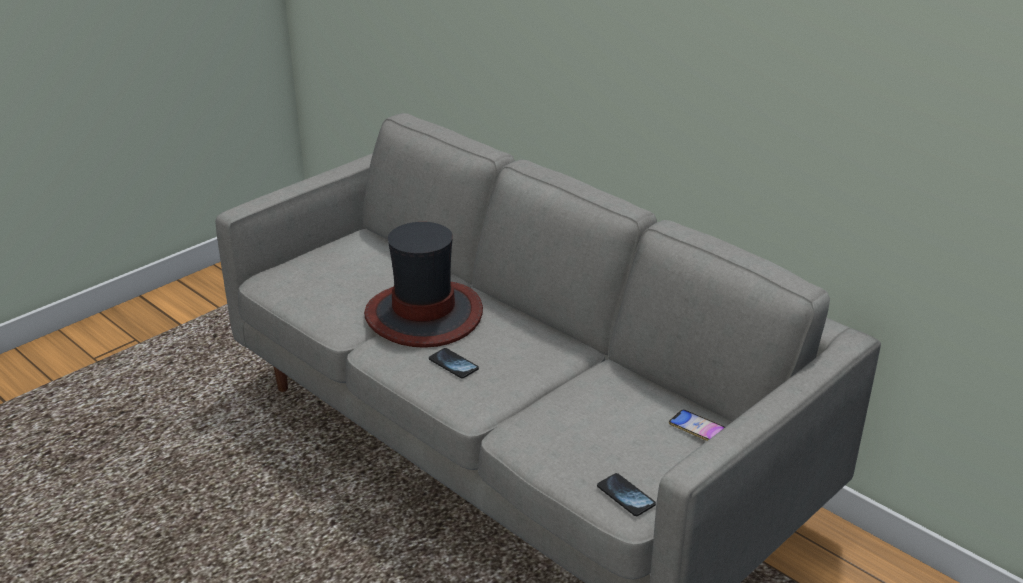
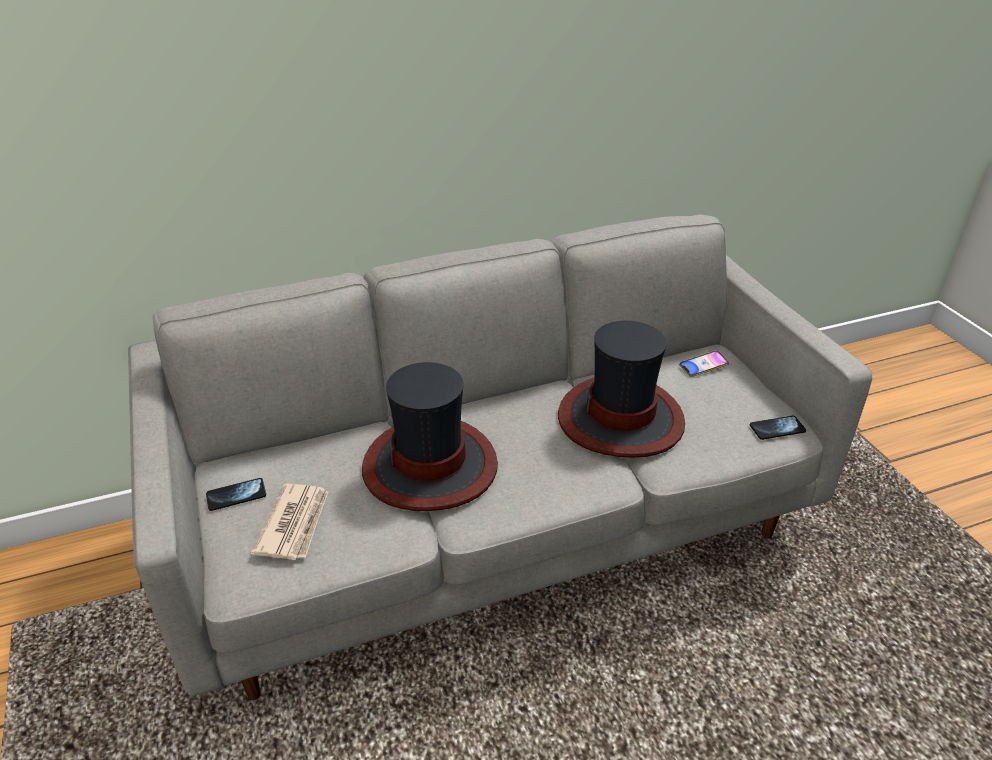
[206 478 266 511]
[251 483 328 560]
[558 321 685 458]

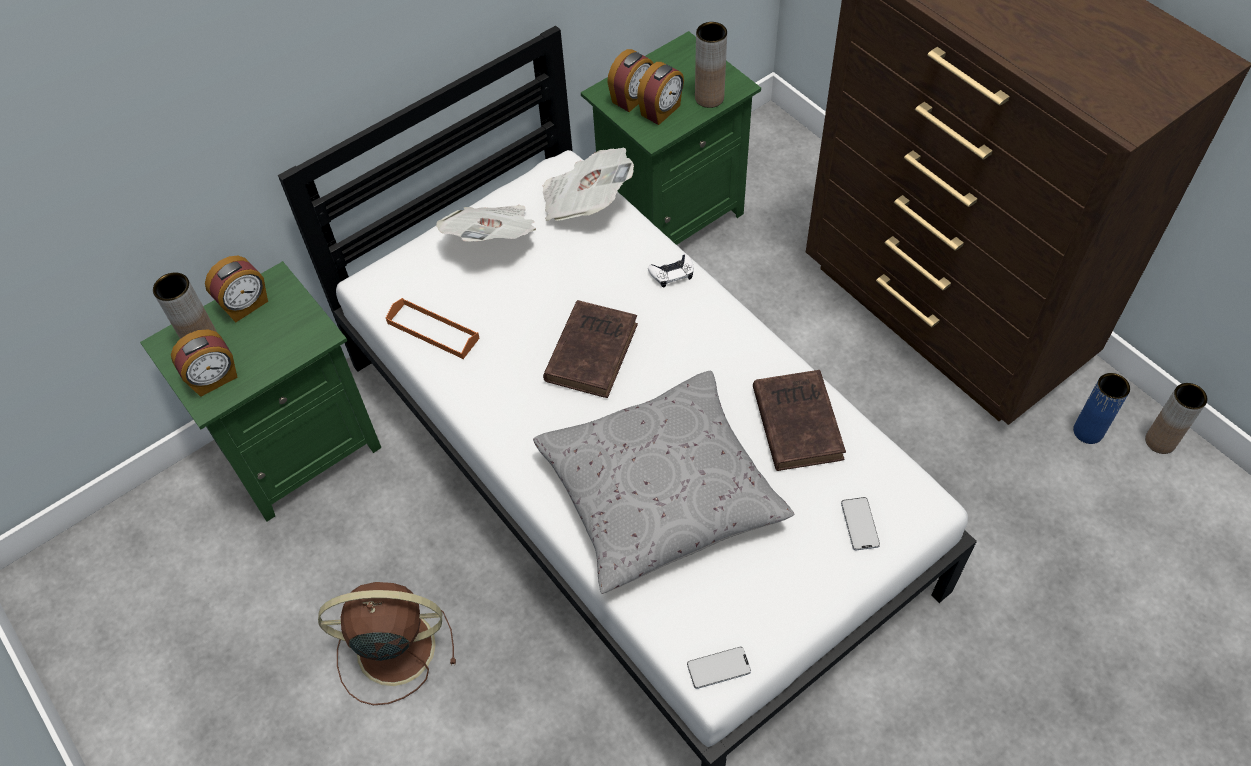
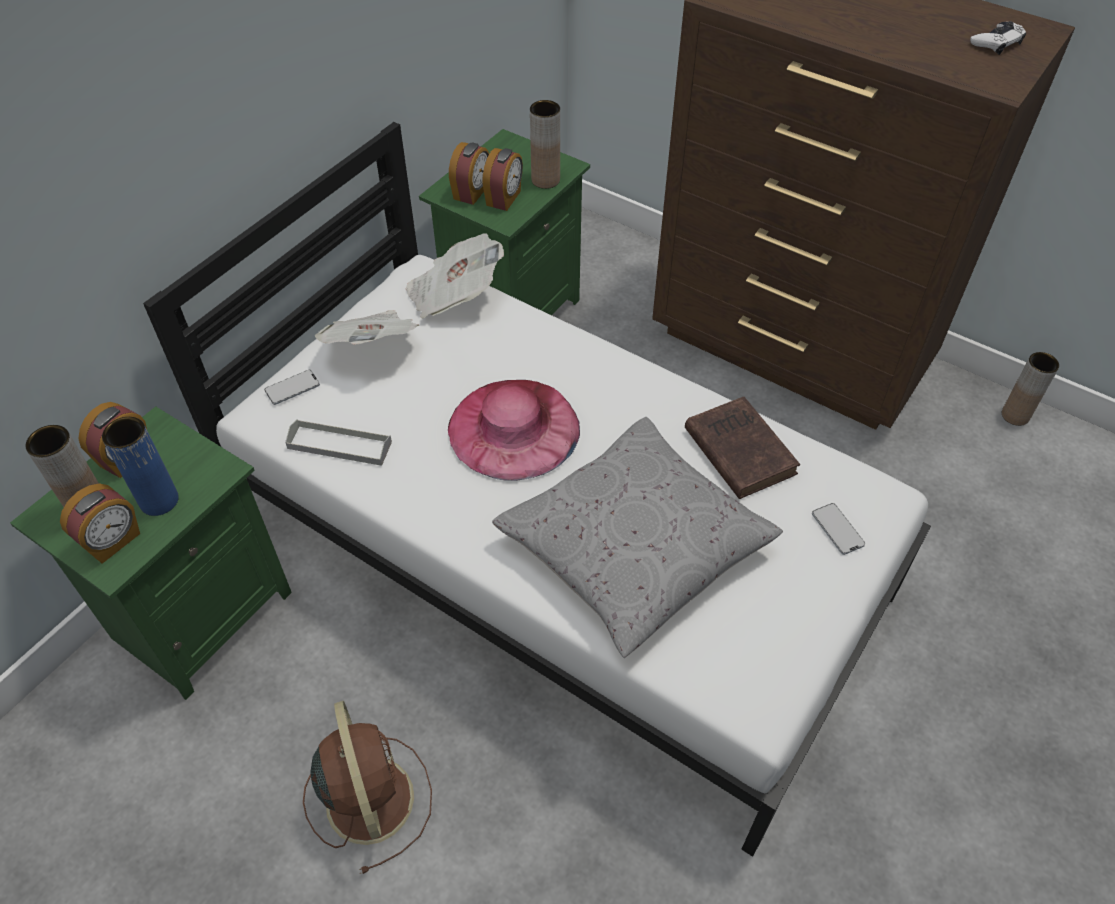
[102 417 179 516]
[264 370 320 405]
[285 419 392 466]
[303 701 432 874]
[448 380 580 481]
[970 21 1026 55]

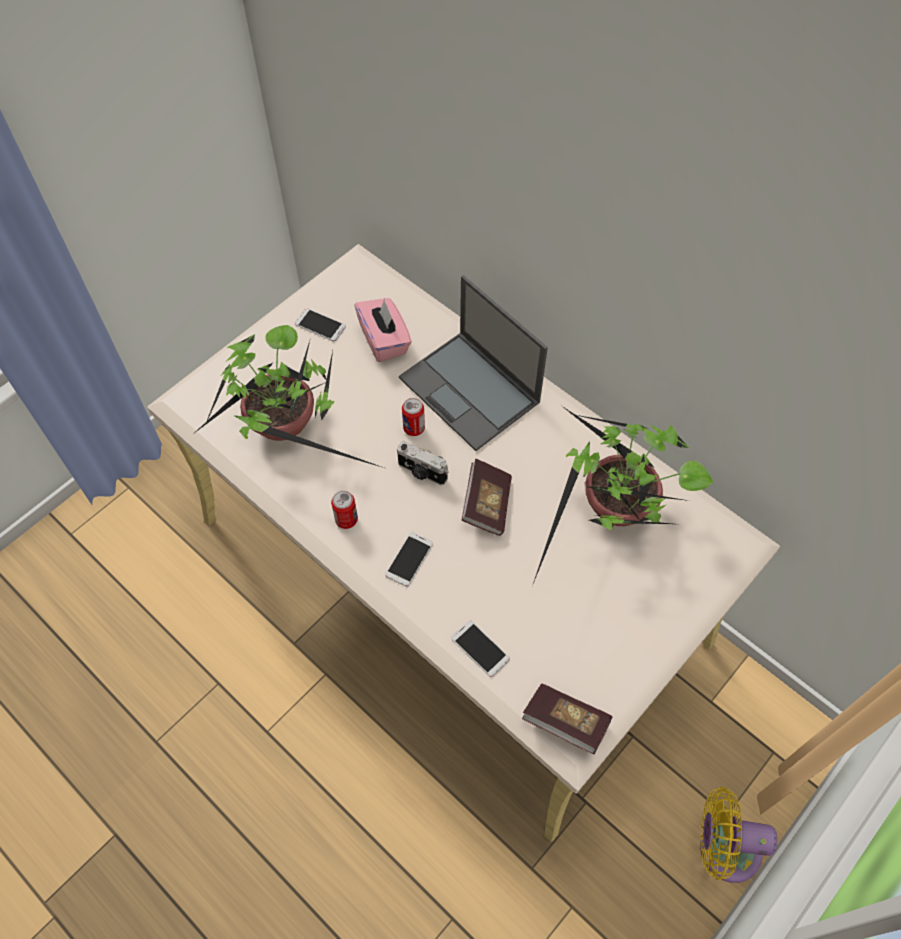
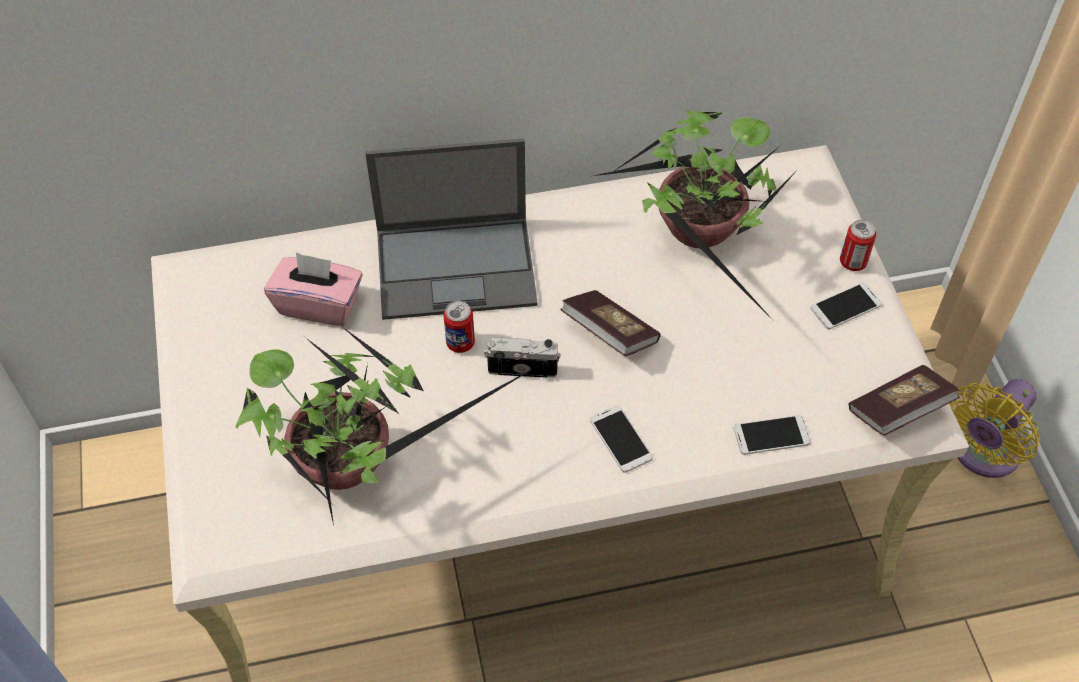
[484 337 561 378]
[811 283 882 329]
[840 220 876 271]

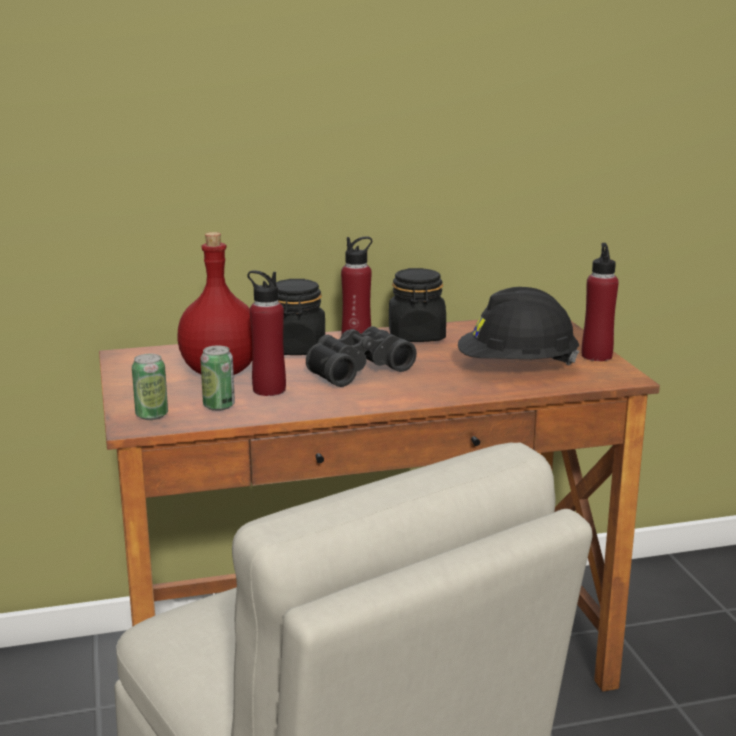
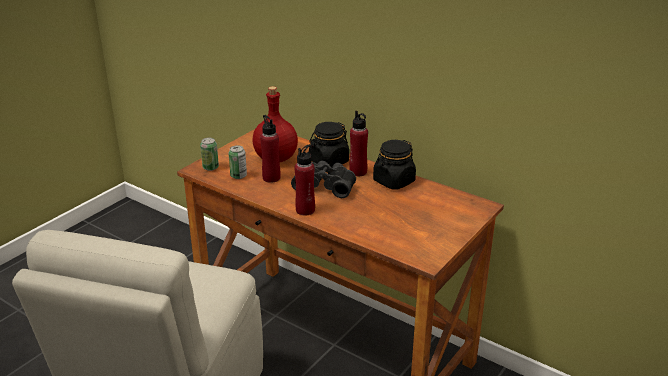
[294 144 315 215]
[458 287 579 365] (first image)

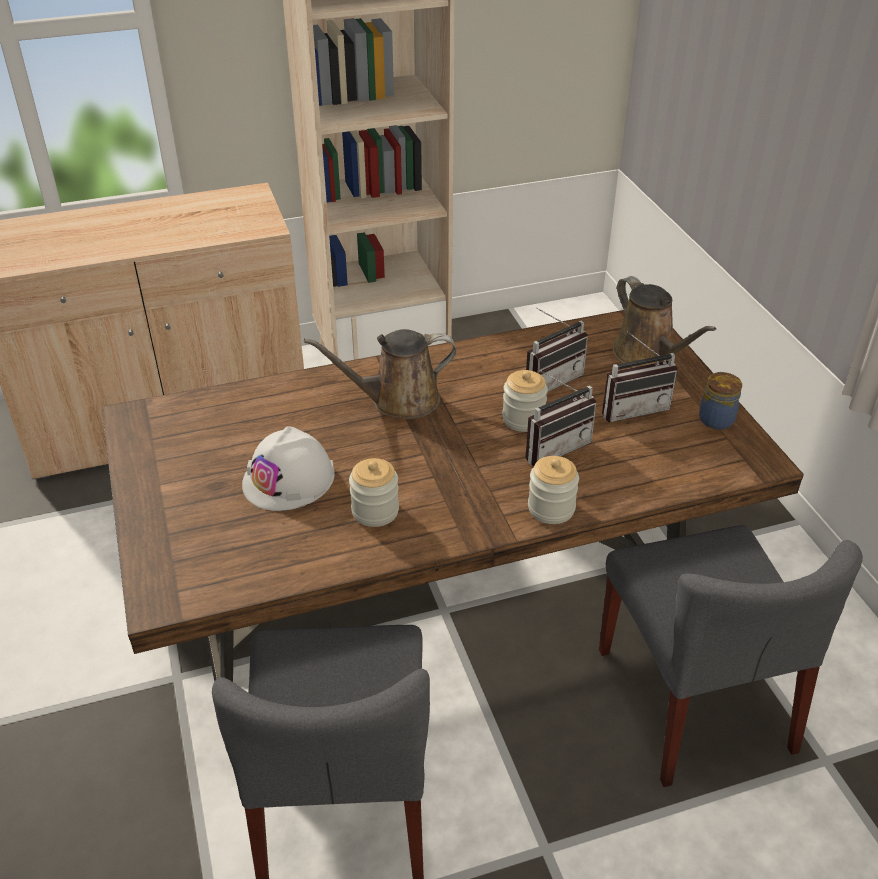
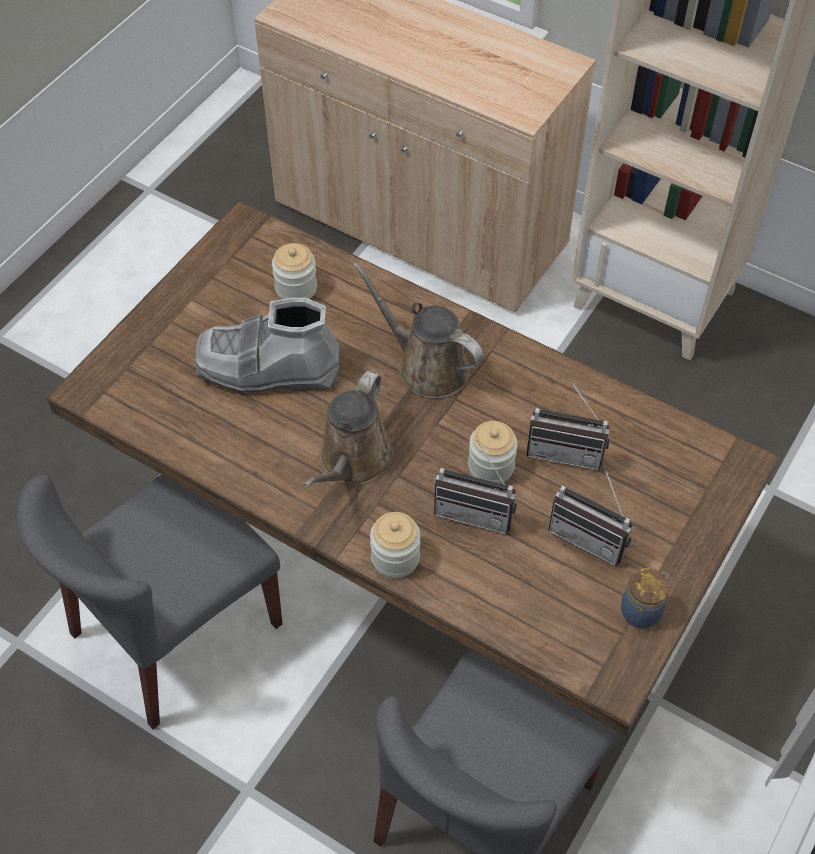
[195 298 340 393]
[272 243 317 299]
[303 371 393 488]

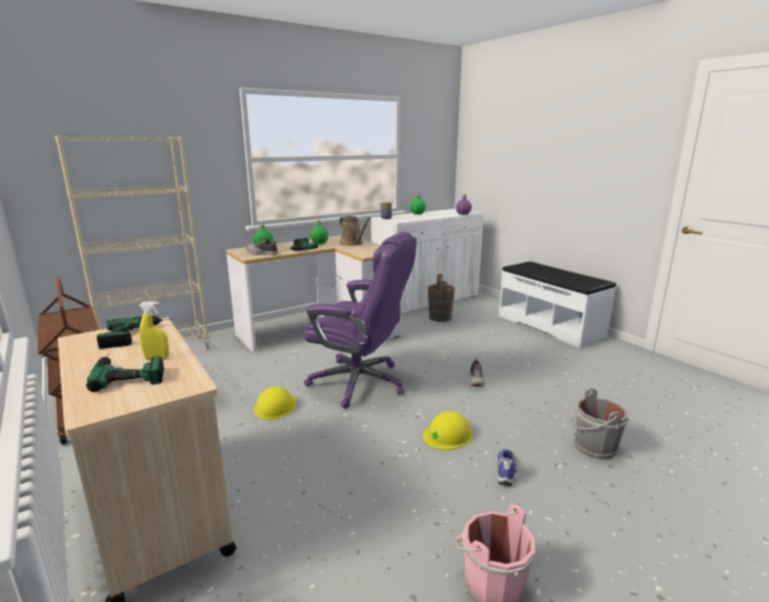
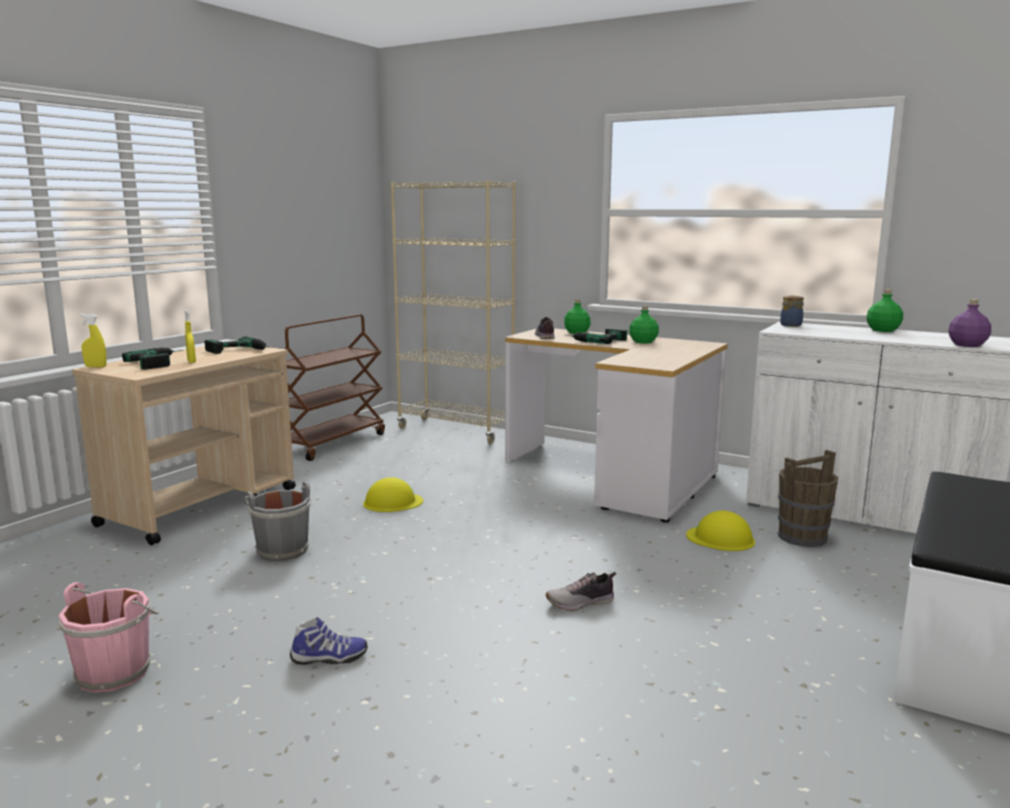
[80 314 107 367]
[244 482 311 561]
[686 511 755 551]
[303 232 417 409] (first image)
[339 216 371 246] (first image)

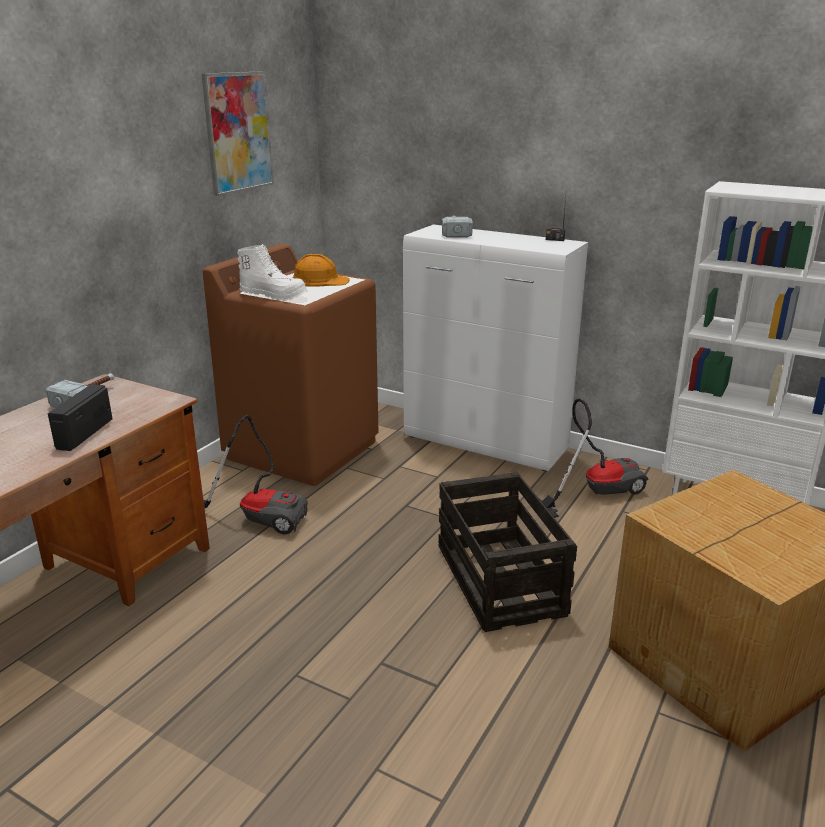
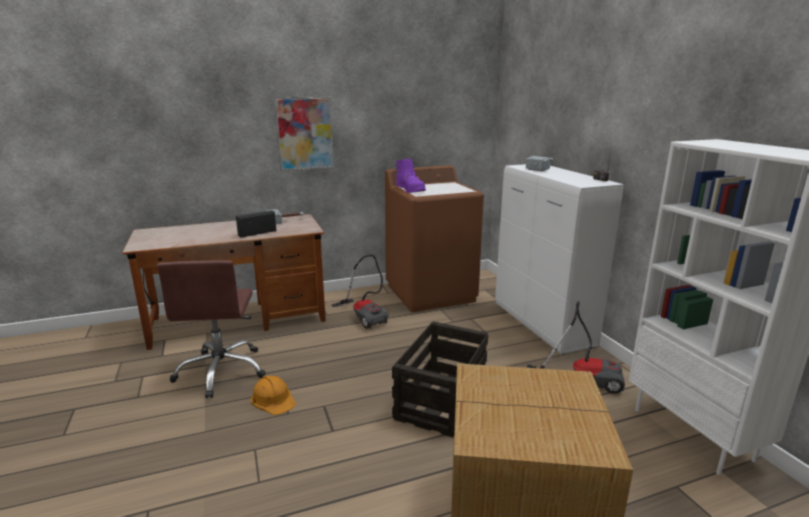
[157 260 266 398]
[251 375 296 415]
[274 97 334 171]
[396 158 426 193]

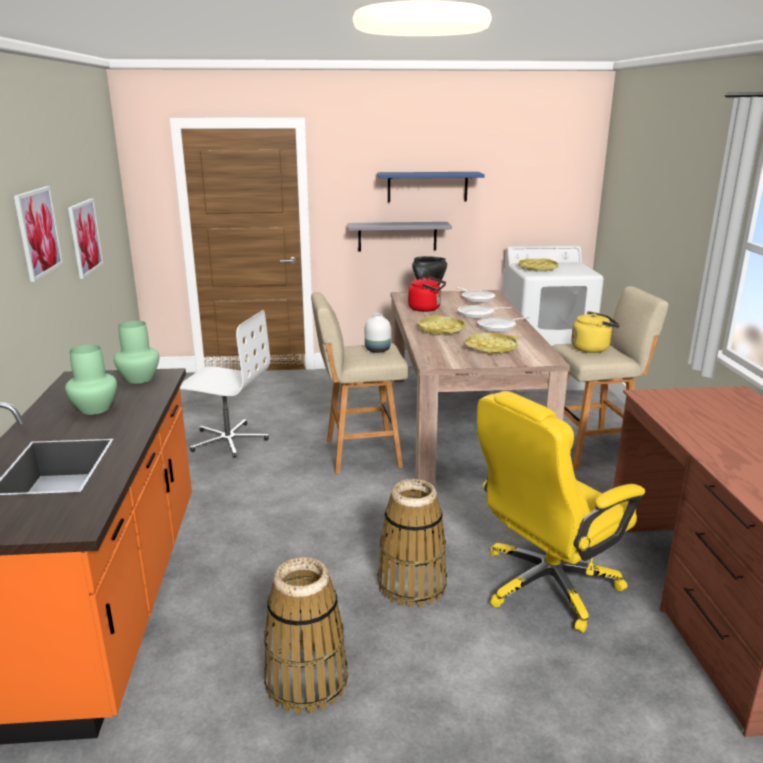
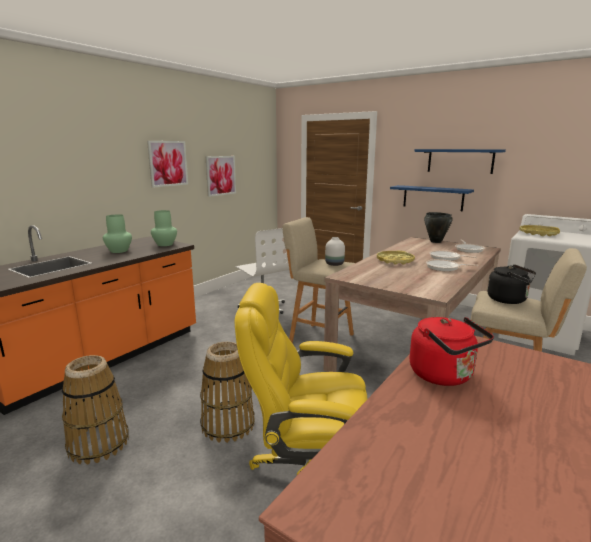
[390 185 474 211]
[410 317 494 386]
[487 264 536 304]
[465 333 519 354] (first image)

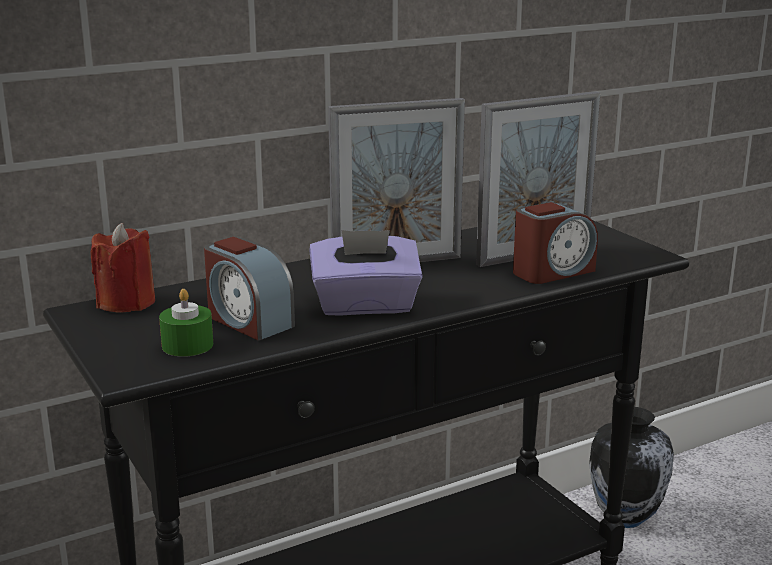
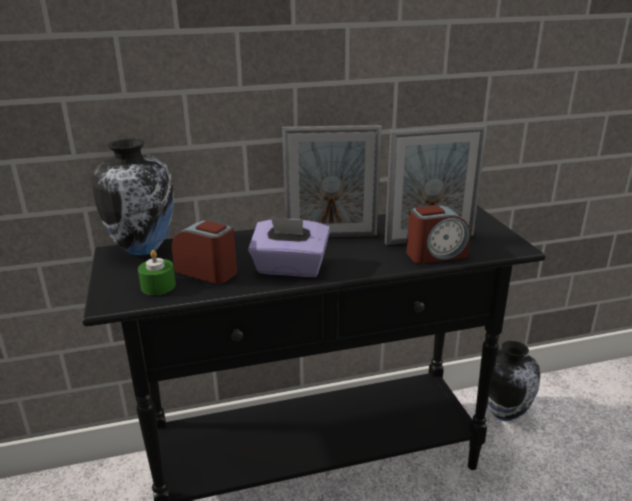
[92 139 174 256]
[172 220 237 284]

